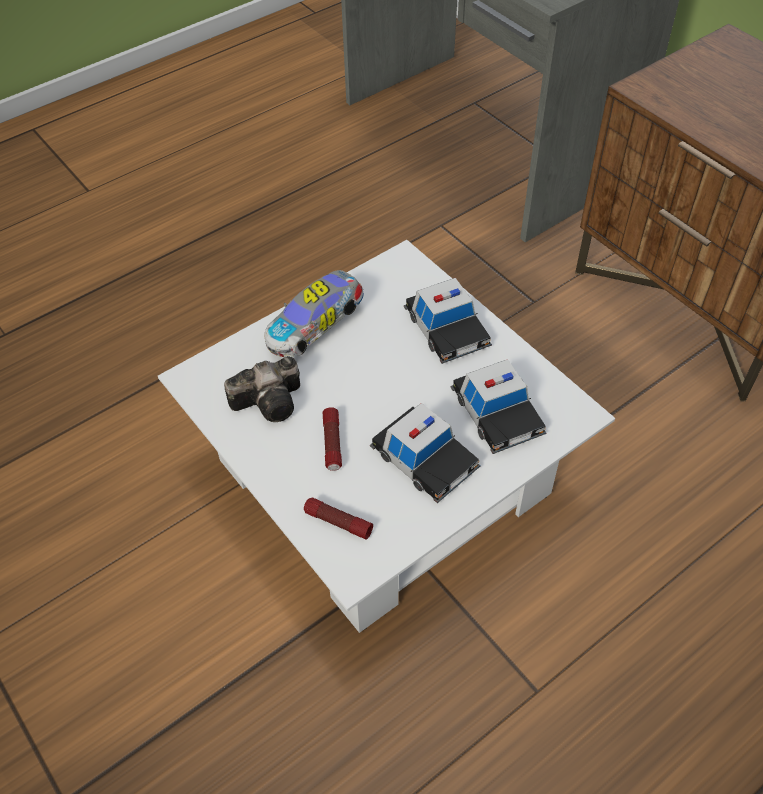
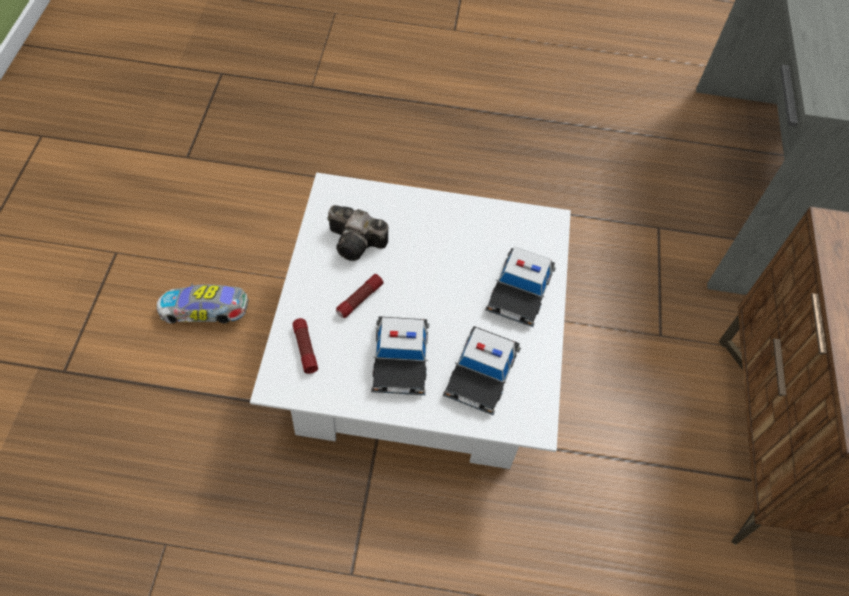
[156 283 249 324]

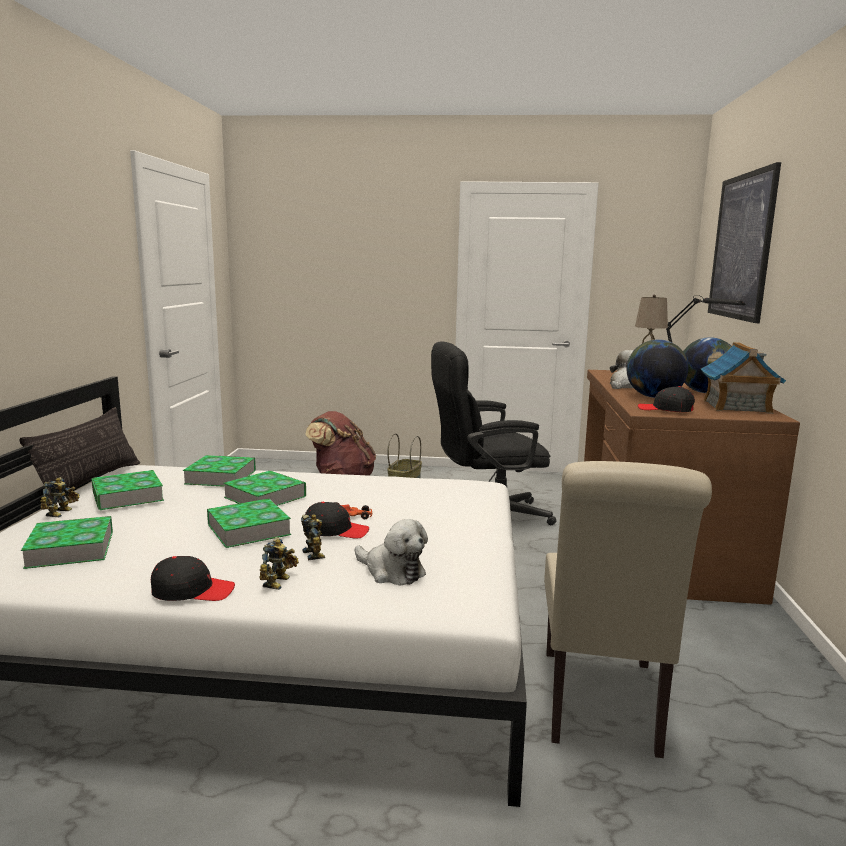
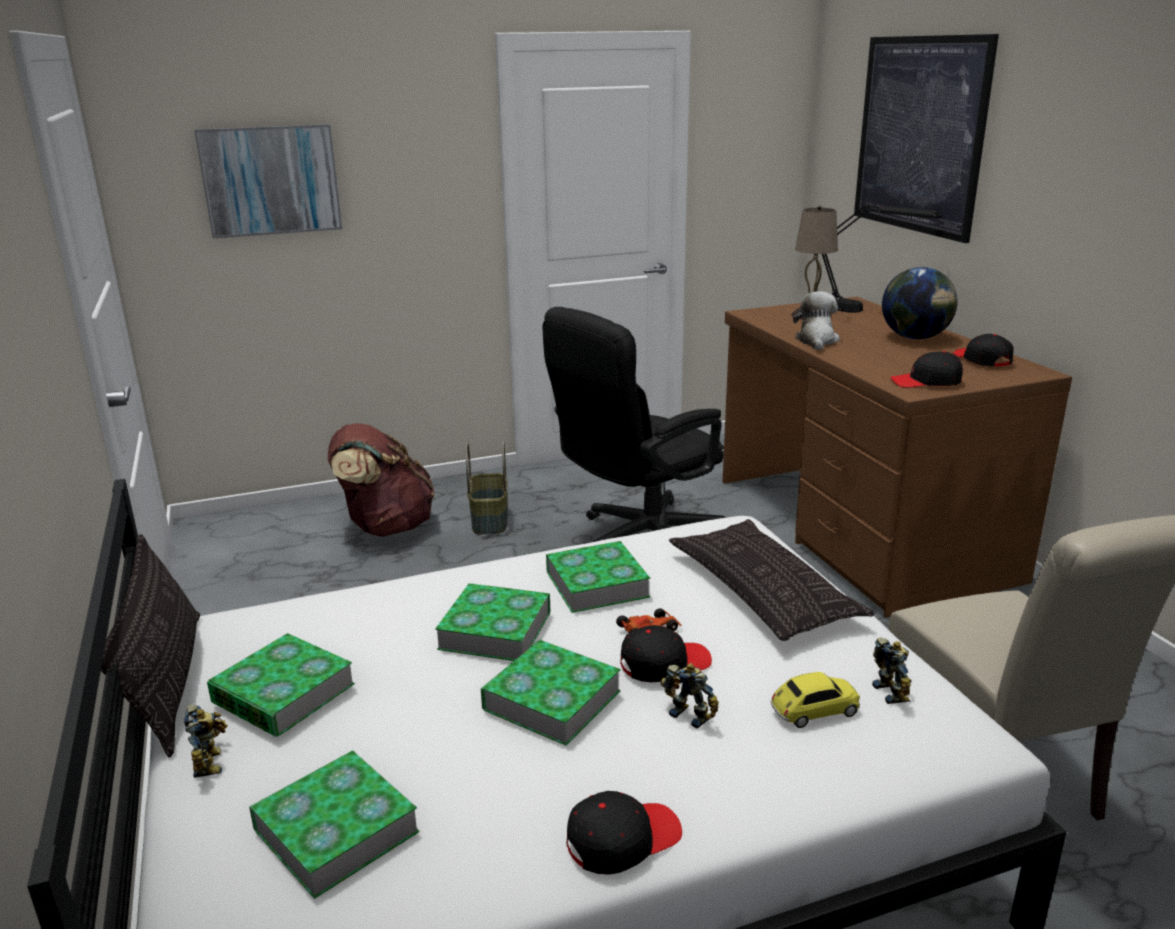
[194 124 342 239]
[546 541 650 613]
[669 519 874 641]
[771 672 860 728]
[872 637 911 704]
[953 334 1014 367]
[627 339 688 398] (first image)

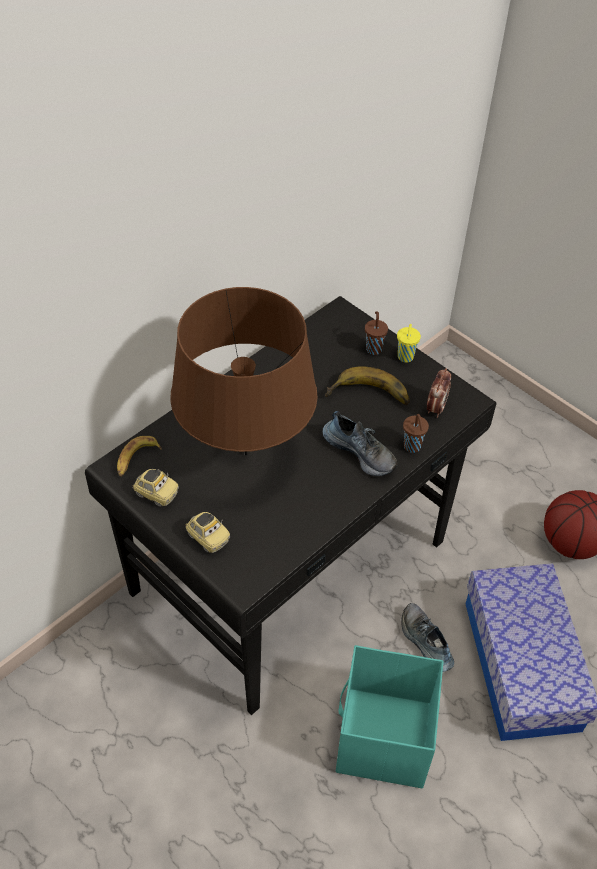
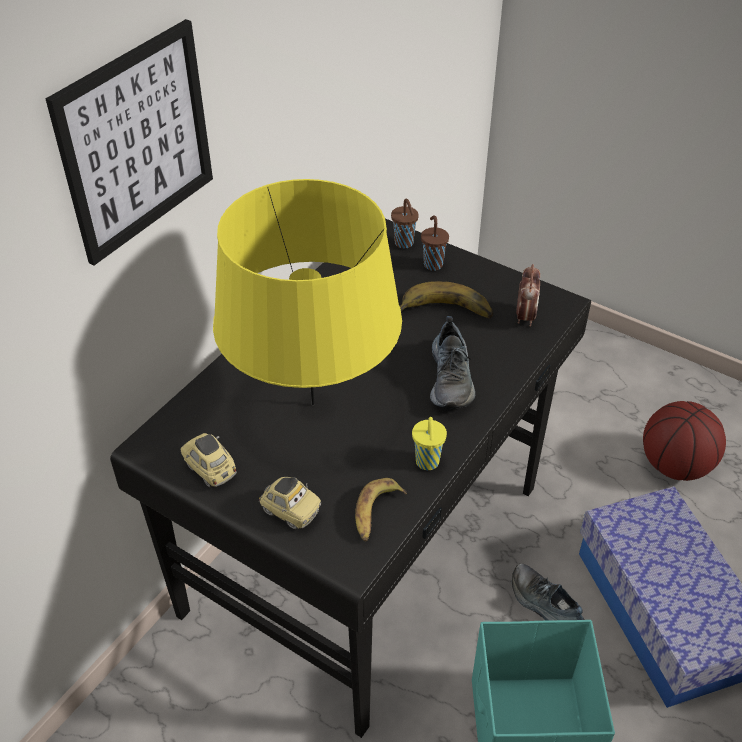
[46 19 213 266]
[181 433 237 488]
[213 179 402 405]
[355 478 407 542]
[391 199 419 249]
[412 417 447 470]
[430 316 475 409]

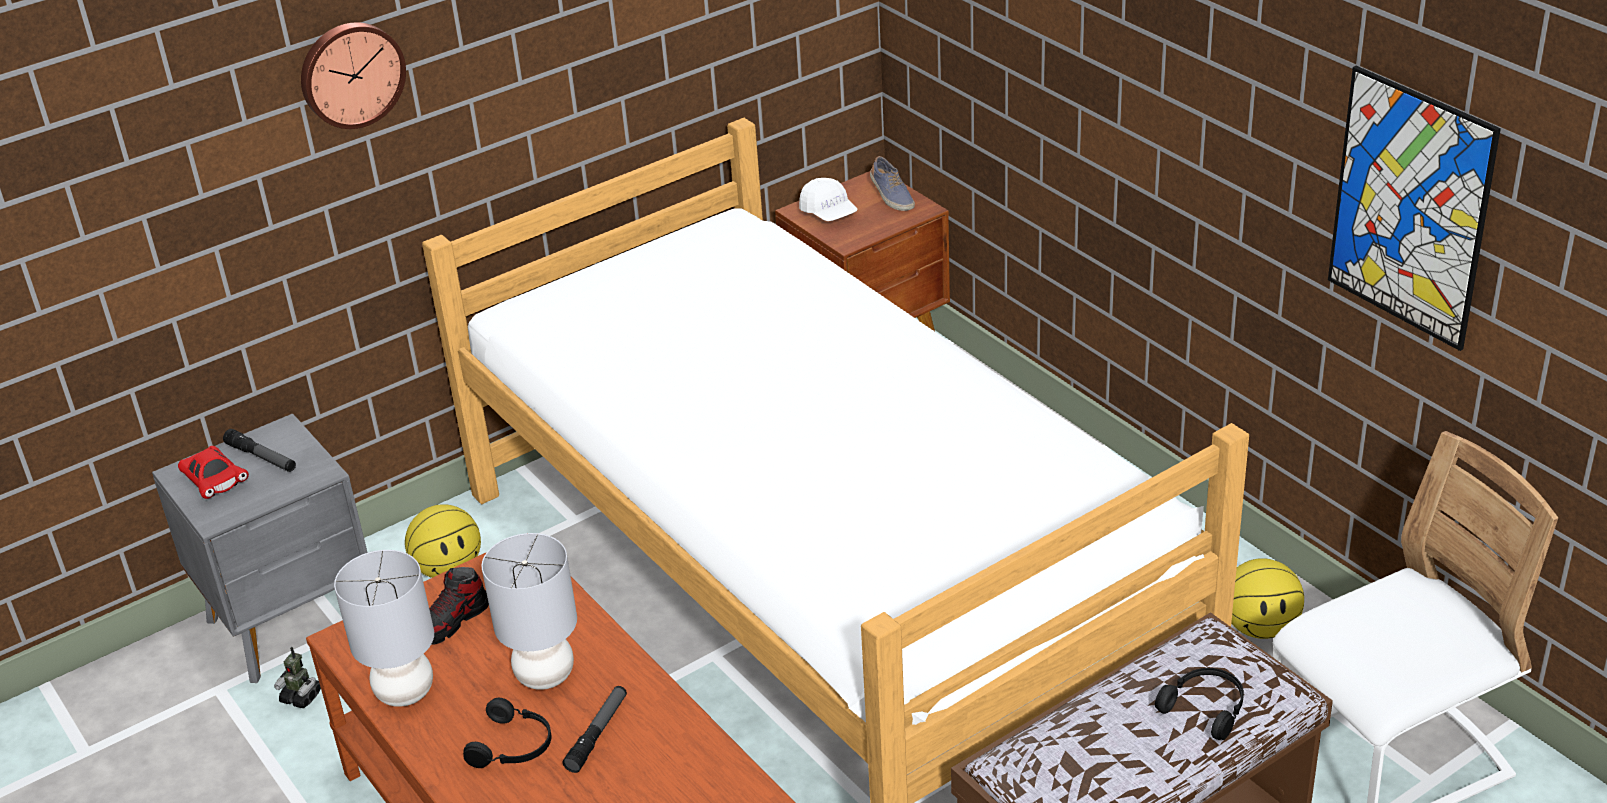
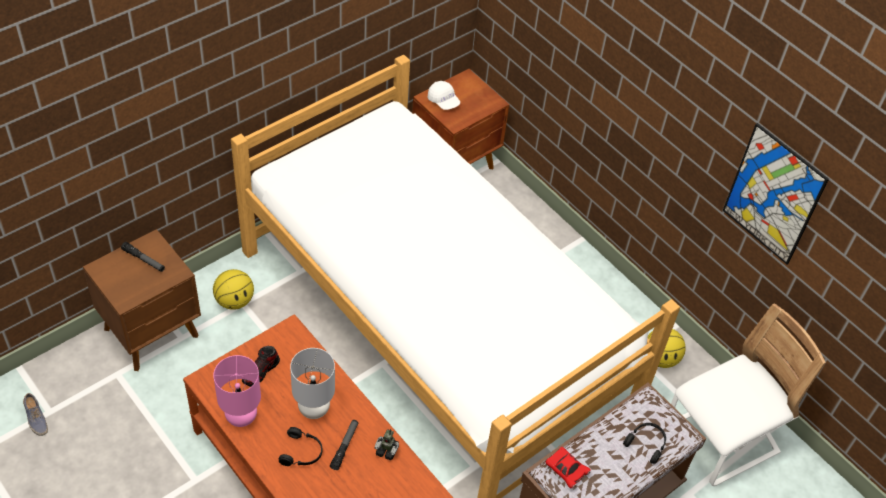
[23 393 48 436]
[83 229 201 371]
[213 355 261 427]
[375 429 399 460]
[546 447 591 489]
[301 22 406 129] (first image)

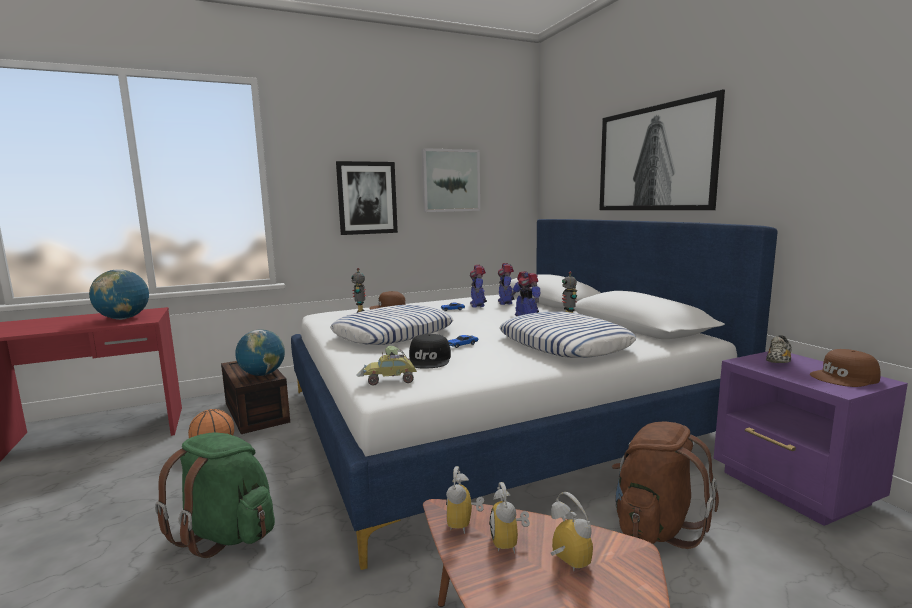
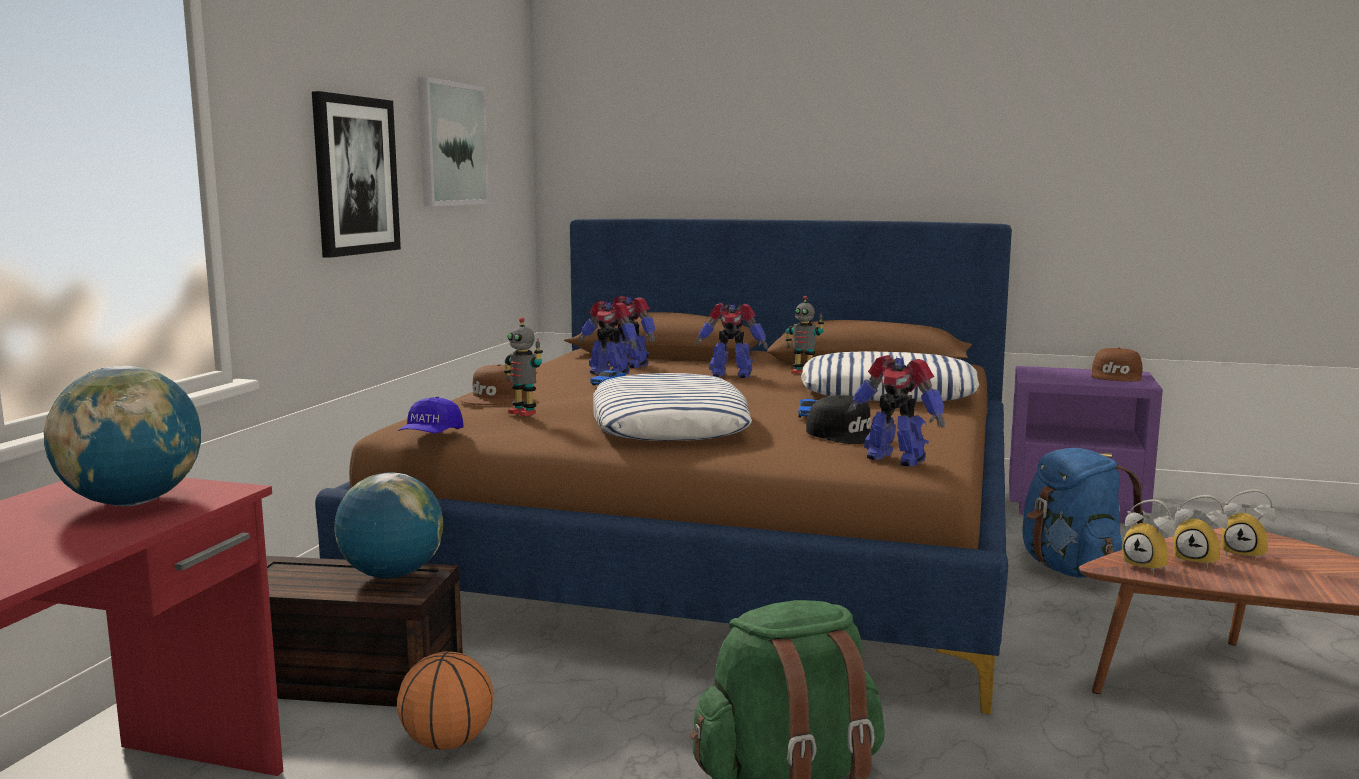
[315 219 1012 714]
[398 397 464 433]
[848 355 945 467]
[1023 448 1146 578]
[1221 489 1276 561]
[599 89 725 210] (first image)
[766 335 791 363] (first image)

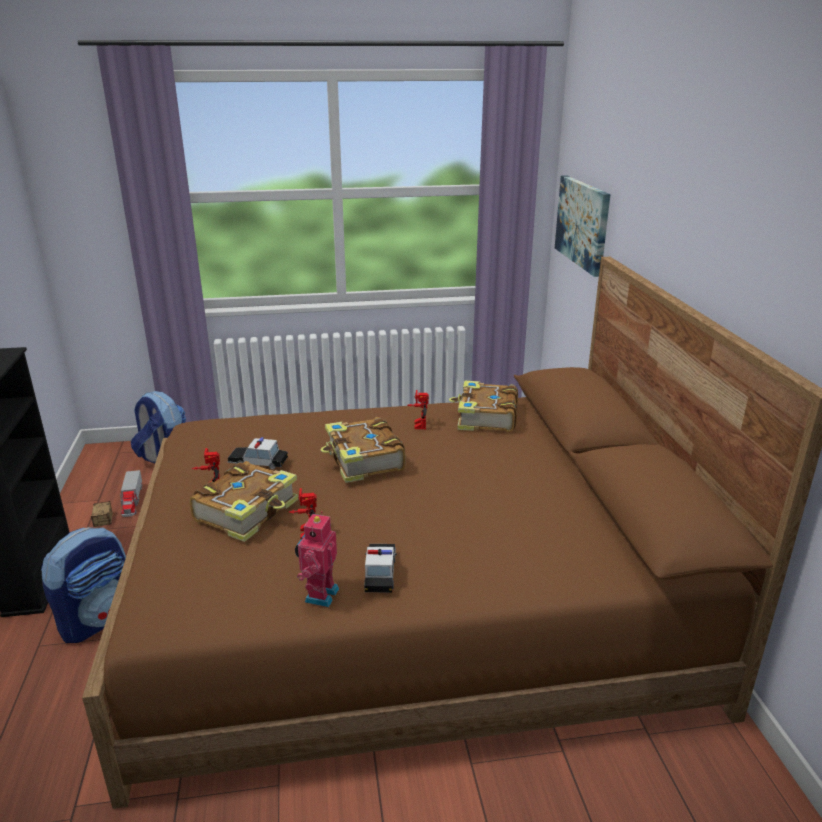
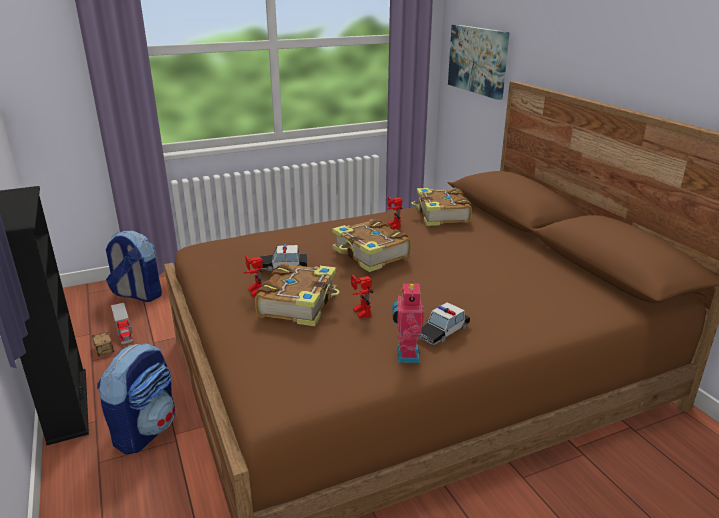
[418 302 470 345]

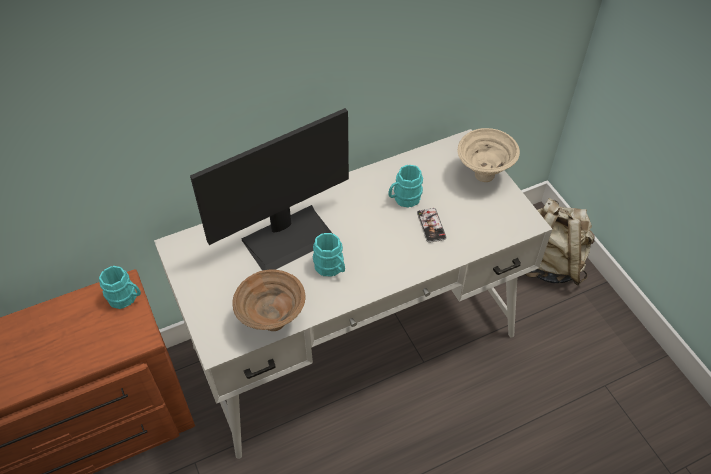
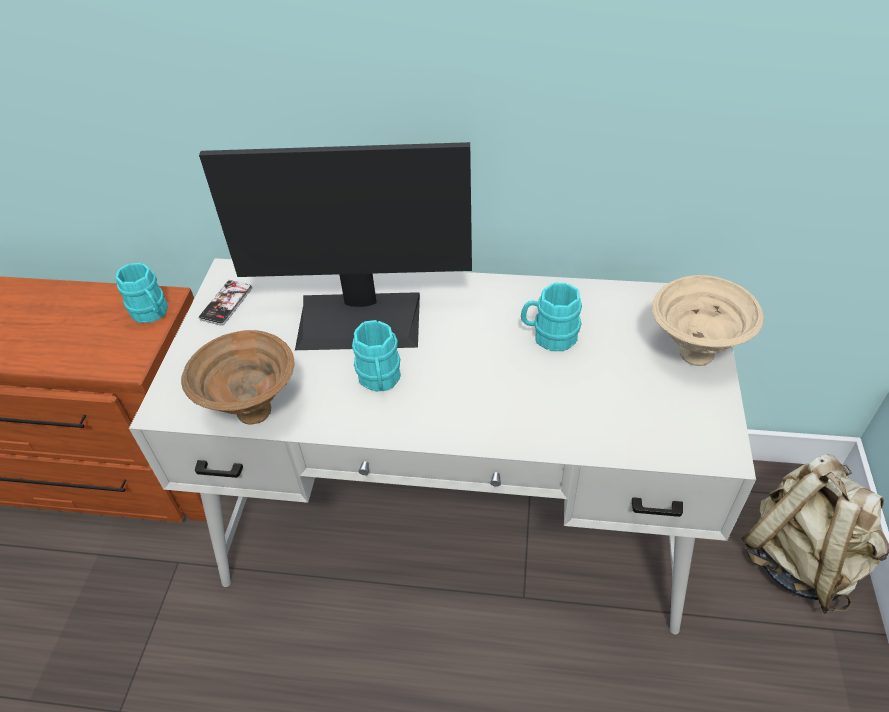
[199 279 252 325]

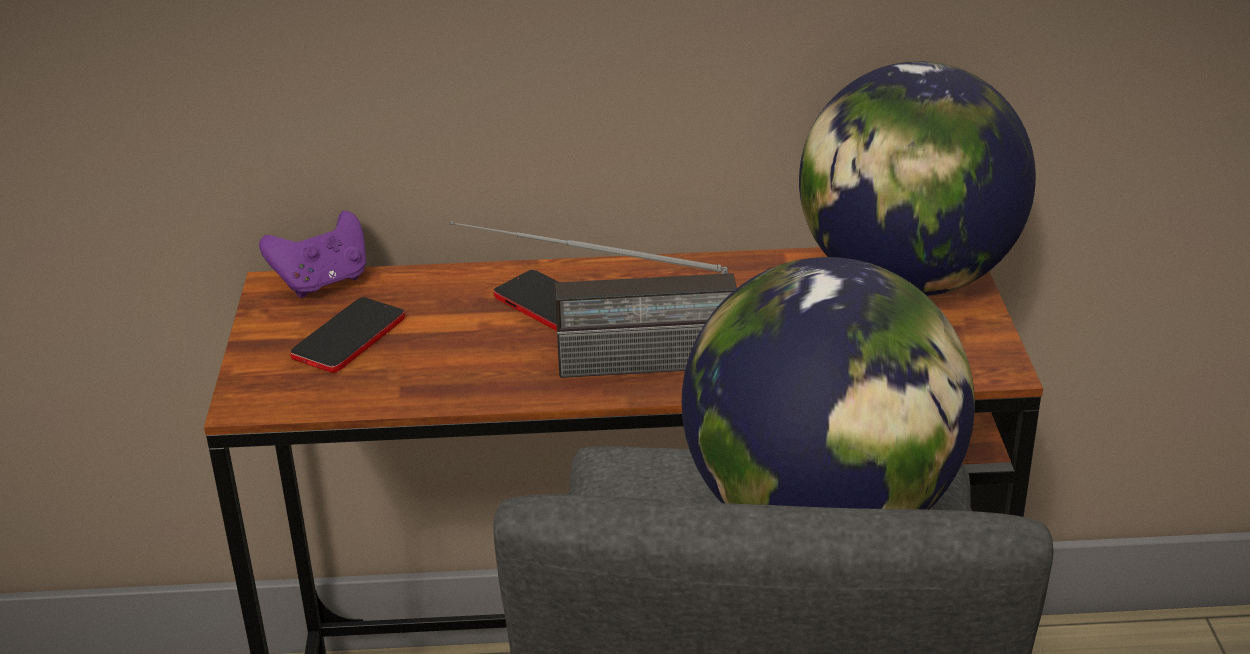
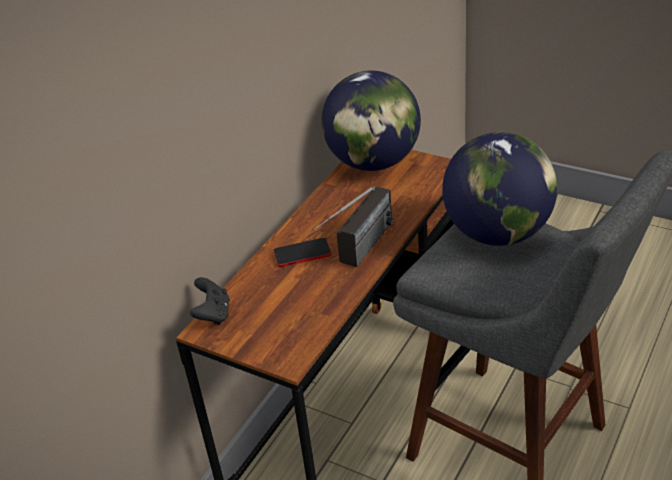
[190 277 230 325]
[290 297 405 373] (first image)

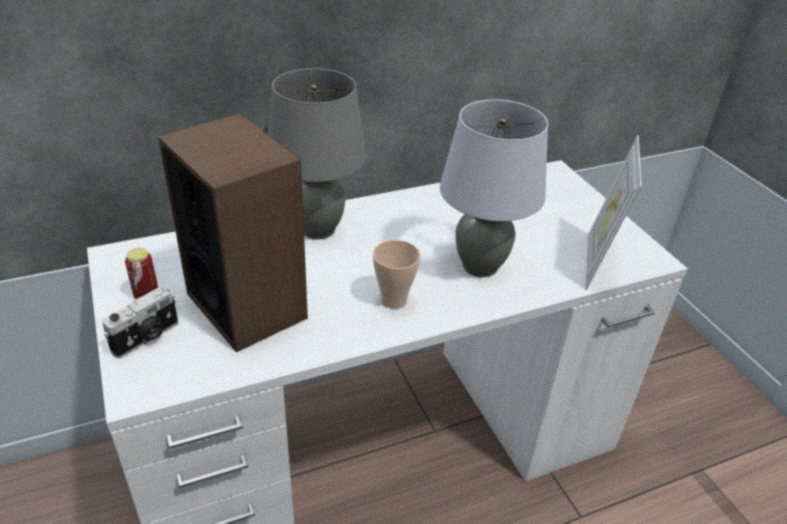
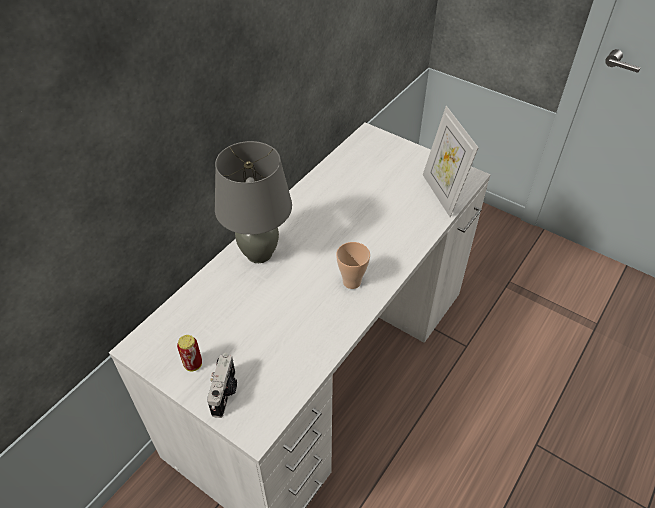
[158 114 308 352] (first image)
[440 99 548 277] (first image)

